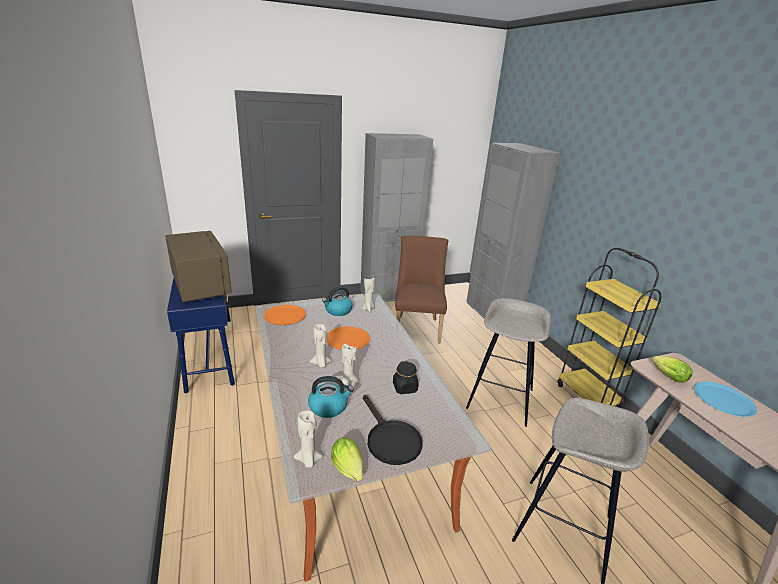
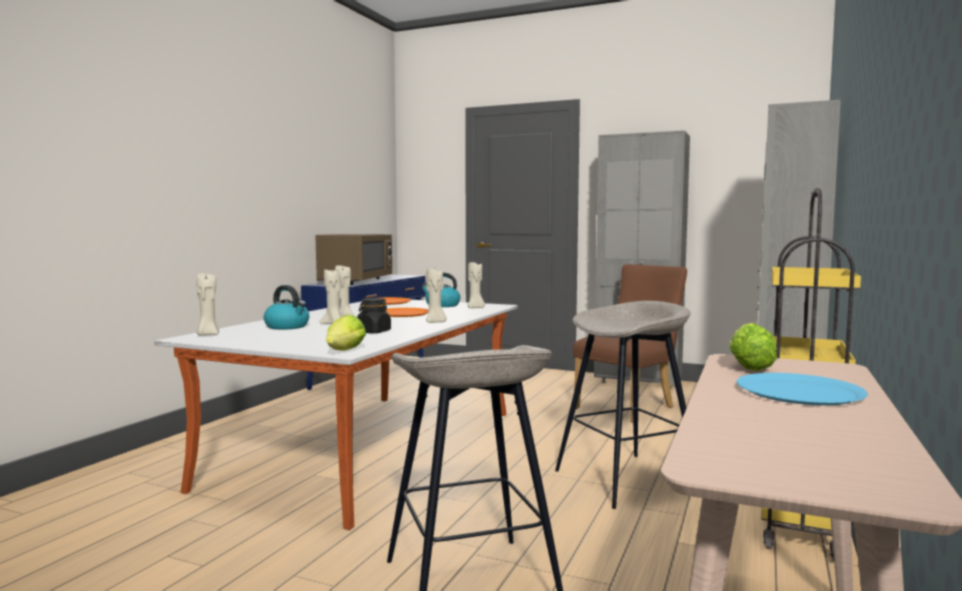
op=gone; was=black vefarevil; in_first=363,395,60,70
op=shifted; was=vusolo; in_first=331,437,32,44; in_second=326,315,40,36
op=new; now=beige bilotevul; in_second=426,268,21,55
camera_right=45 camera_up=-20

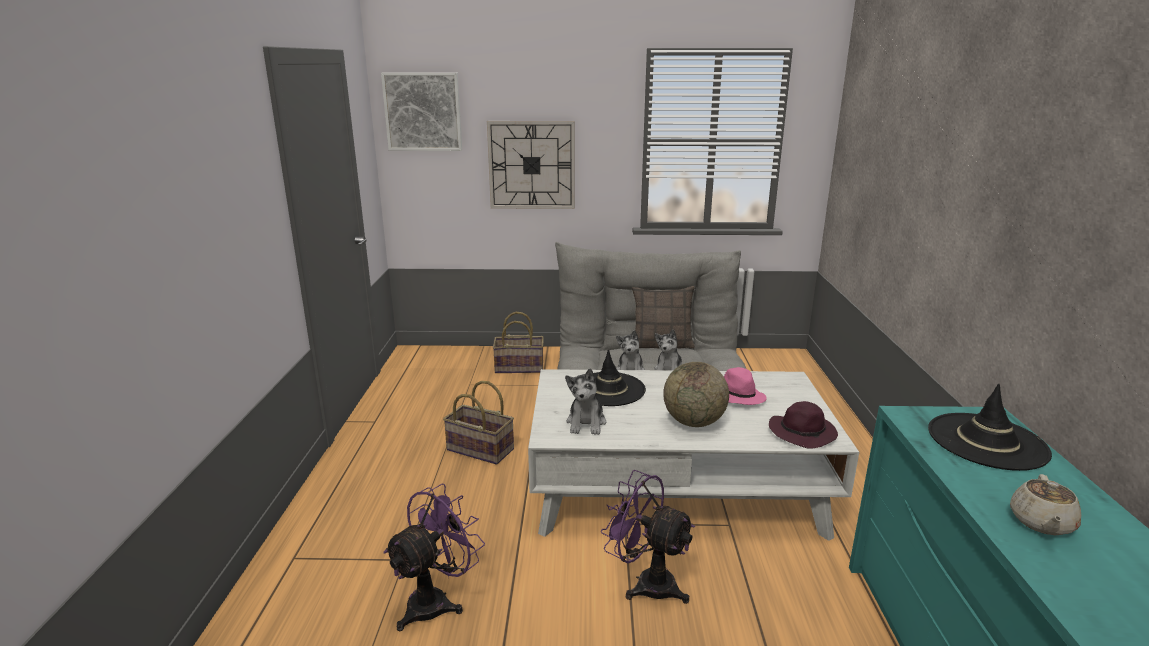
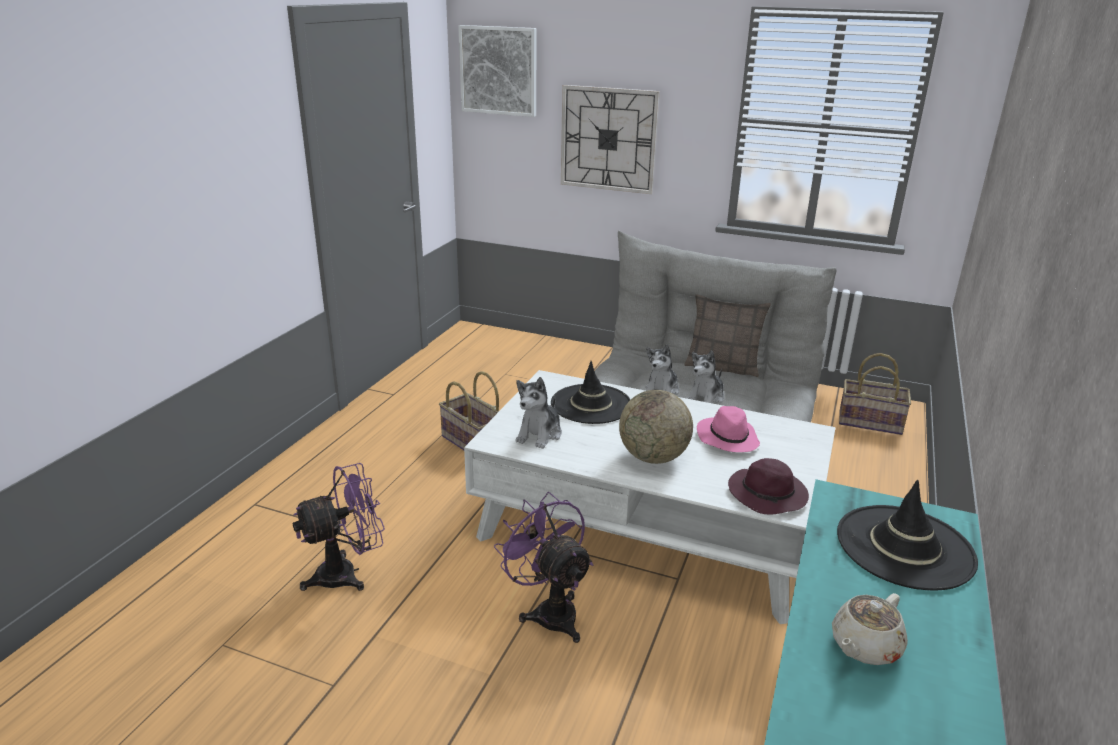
op=shifted; was=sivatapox; in_first=493,312,51,61; in_second=839,353,72,82
camera_right=20 camera_up=5

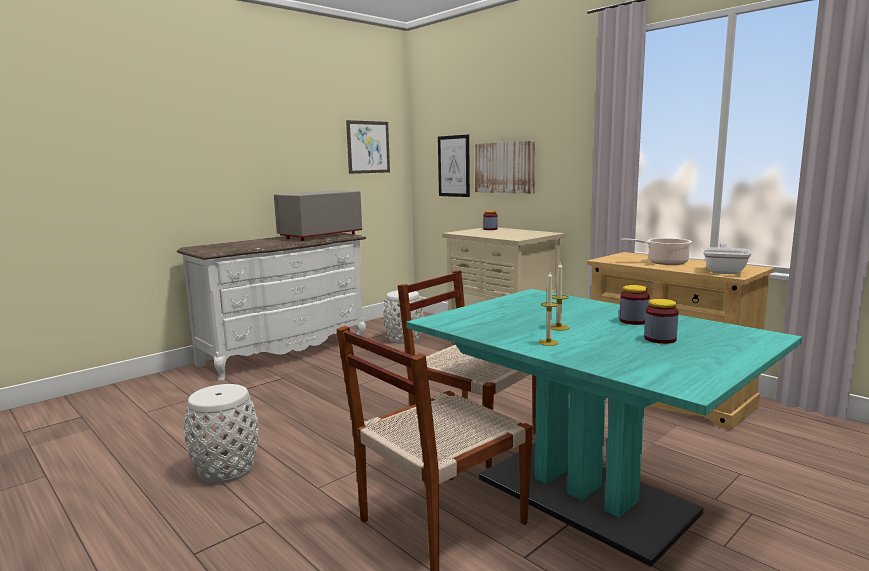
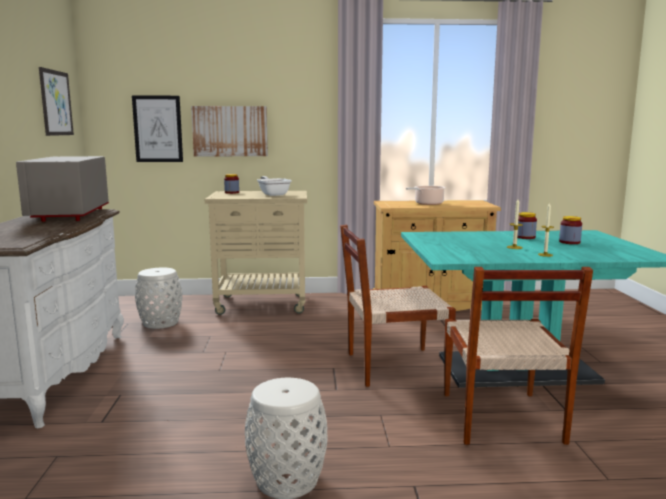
op=shifted; was=vefarevil; in_first=702,243,50,31; in_second=257,176,35,20
camera_right=-50 camera_up=0

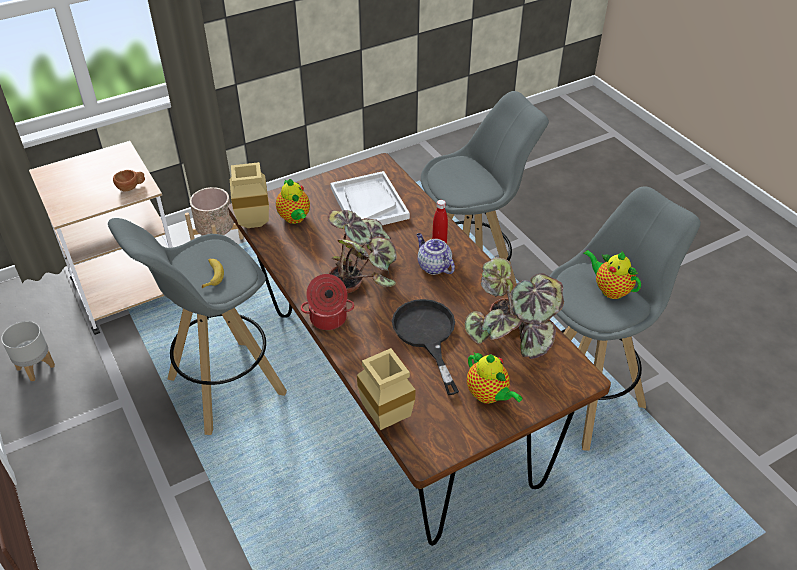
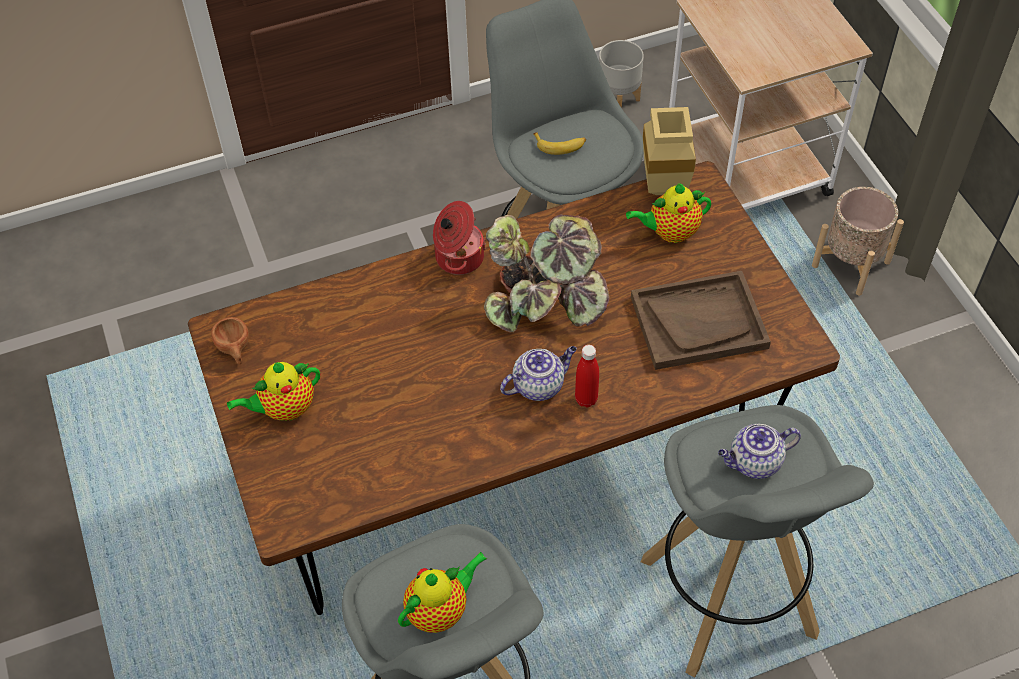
op=shifted; was=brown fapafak; in_first=113,170,32,21; in_second=211,317,38,47
op=repainted; was=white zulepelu; now=brown zulepelu; in_first=330,171,80,54; in_second=631,271,140,99
op=gone; was=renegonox; in_first=464,257,100,102
op=gone; was=black vefarevil; in_first=392,299,67,96
op=gone; was=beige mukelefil; in_first=357,348,59,82
op=new; now=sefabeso; in_second=718,424,83,55
camera_right=100 camera_up=10

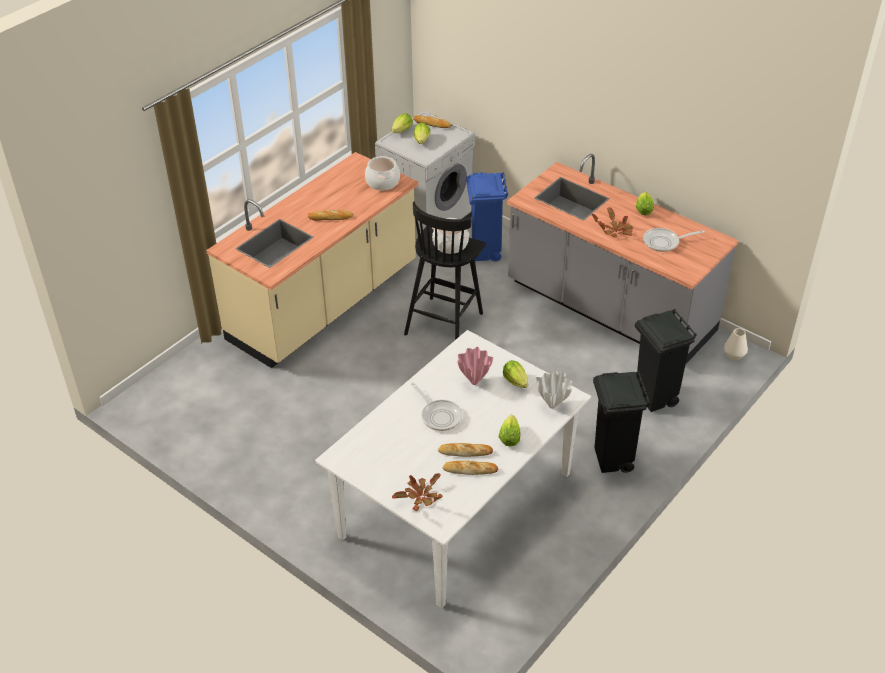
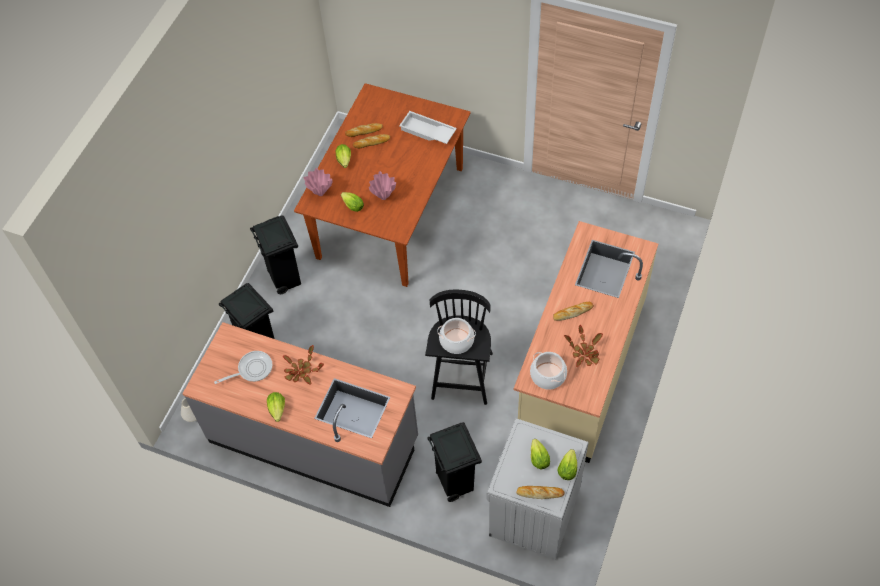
op=repainted; was=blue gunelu; now=black gunelu; in_first=466,172,42,90; in_second=427,422,55,80
op=repainted; was=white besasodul; now=brown besasodul; in_first=315,330,276,278; in_second=294,83,177,204
op=repainted; was=white mukelefil; now=pink mukelefil; in_first=536,370,36,39; in_second=304,168,29,28
op=gone; was=vefarevil; in_first=411,382,51,49
op=shifted; was=renegonox; in_first=392,473,51,38; in_second=564,325,39,42
op=new; now=white zulepelu; in_second=399,111,58,33
camera_right=165 camera_up=15

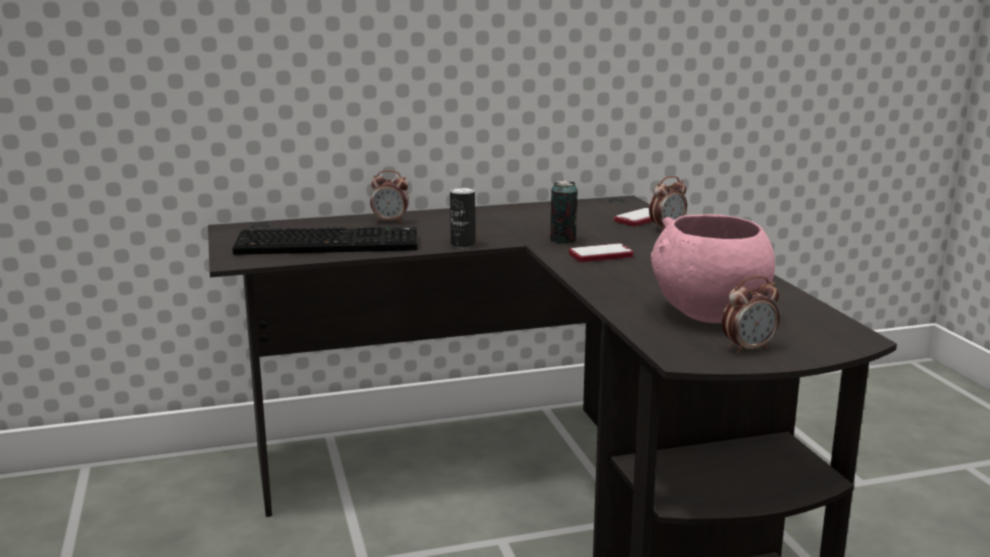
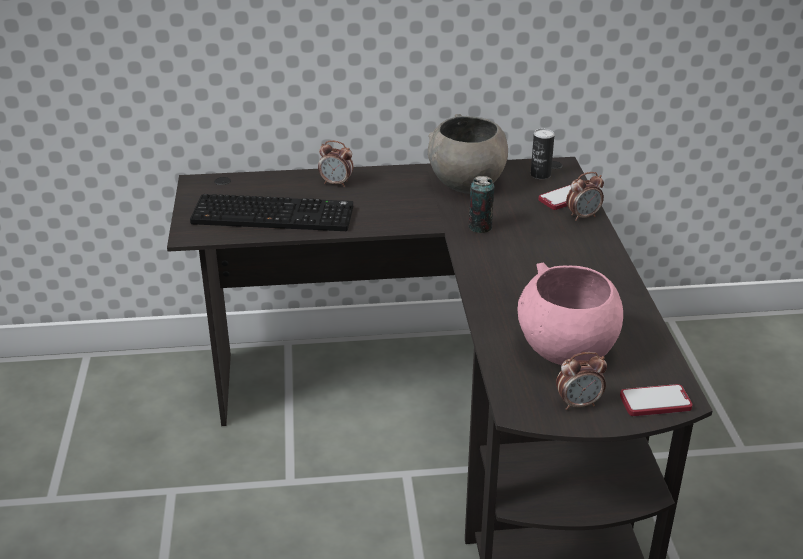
op=shifted; was=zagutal; in_first=450,187,25,61; in_second=531,129,24,50
op=shifted; was=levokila; in_first=569,243,65,19; in_second=620,384,73,32
op=new; now=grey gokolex; in_second=428,114,80,80
camera_right=10 camera_up=15

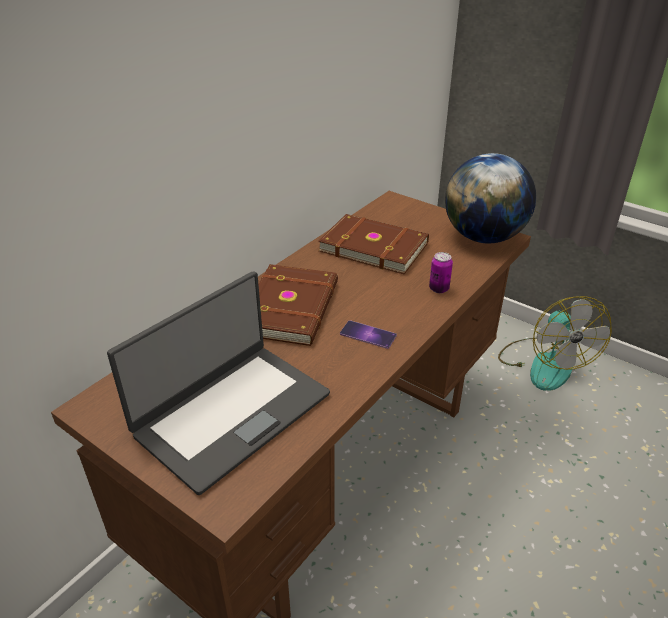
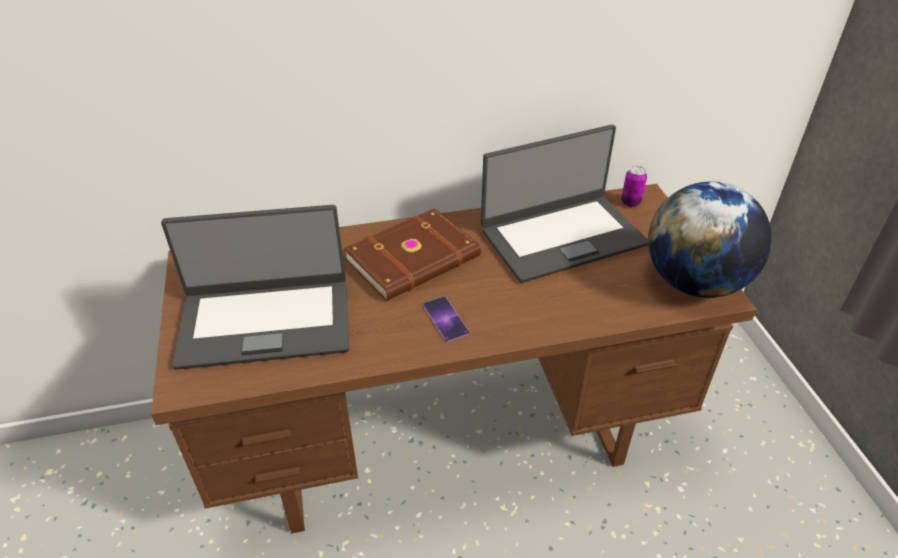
op=swapped; was=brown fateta; now=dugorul; in_first=318,214,111,60; in_second=481,125,167,158
op=shifted; was=zagutal; in_first=429,252,24,41; in_second=621,166,26,41
op=gone; was=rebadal; in_first=498,296,114,95
camera_right=40 camera_up=5

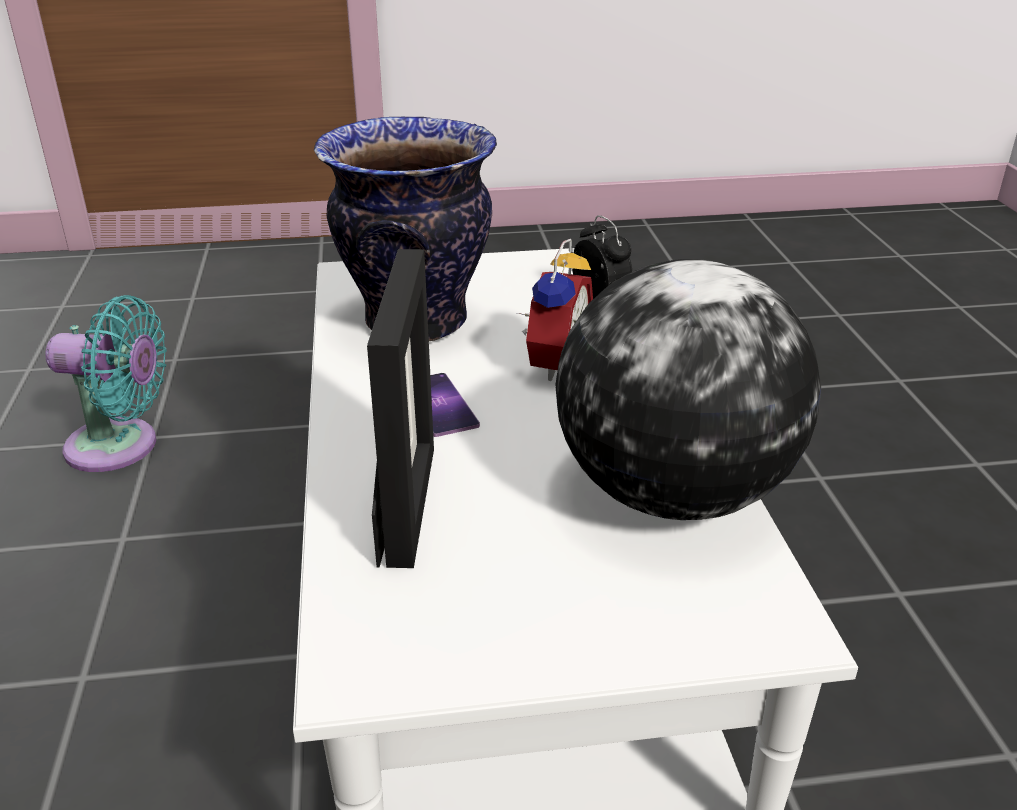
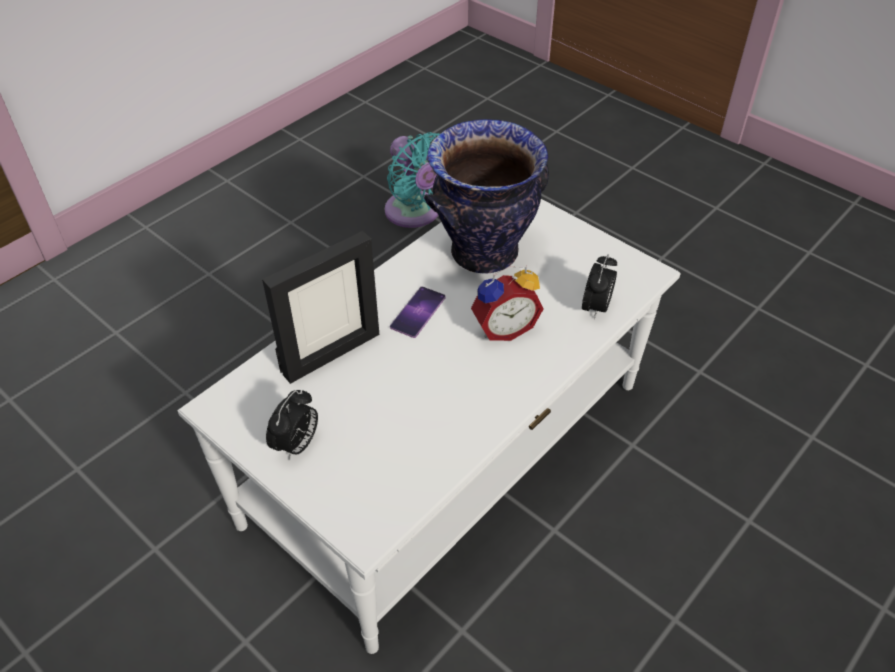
op=gone; was=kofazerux; in_first=555,259,266,261
op=new; now=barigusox; in_second=266,390,52,70
camera_right=50 camera_up=15

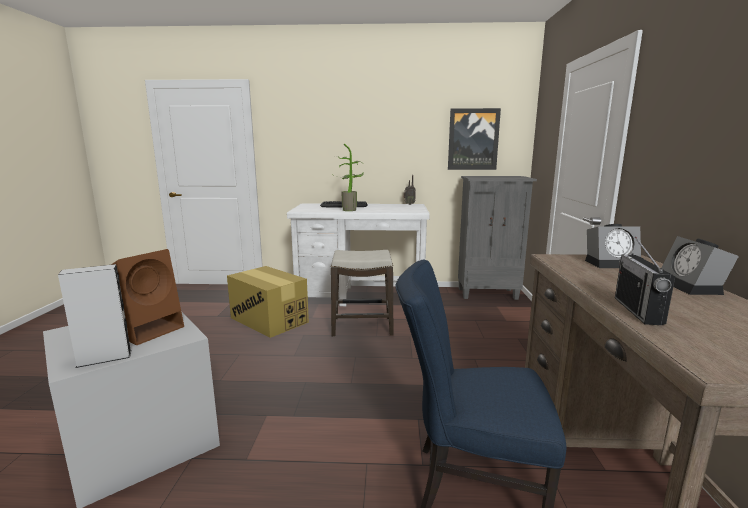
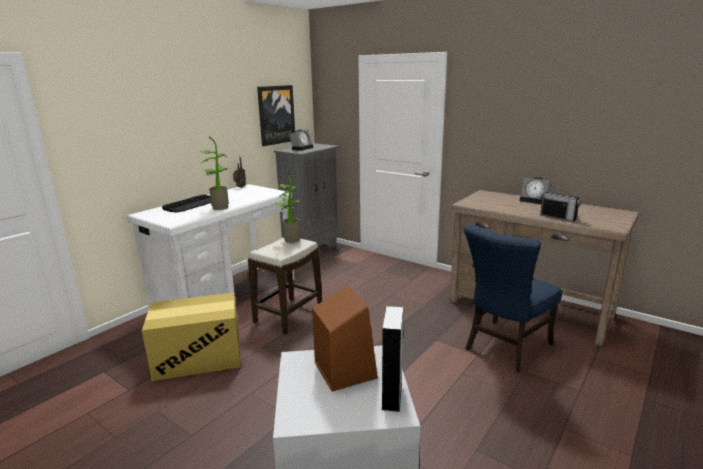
op=shifted; was=barigusox; in_first=585,224,56,44; in_second=289,129,24,22
op=new; now=renegonox; in_second=275,171,25,72
camera_right=-55 camera_up=5

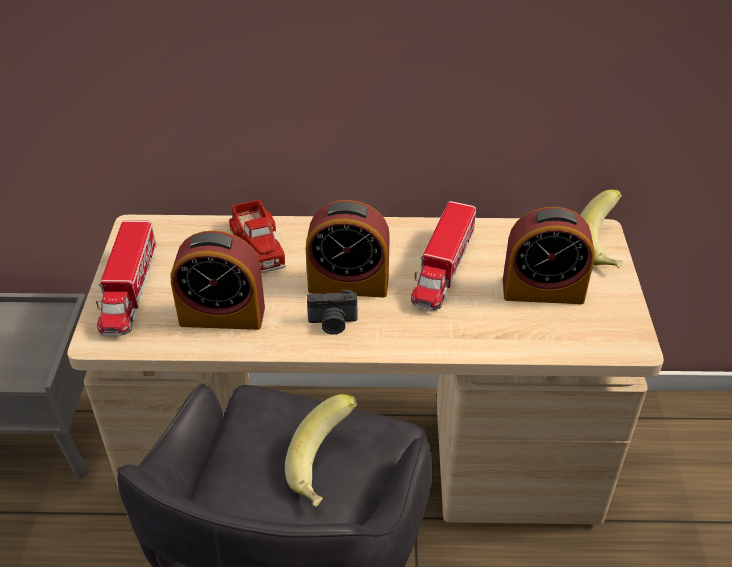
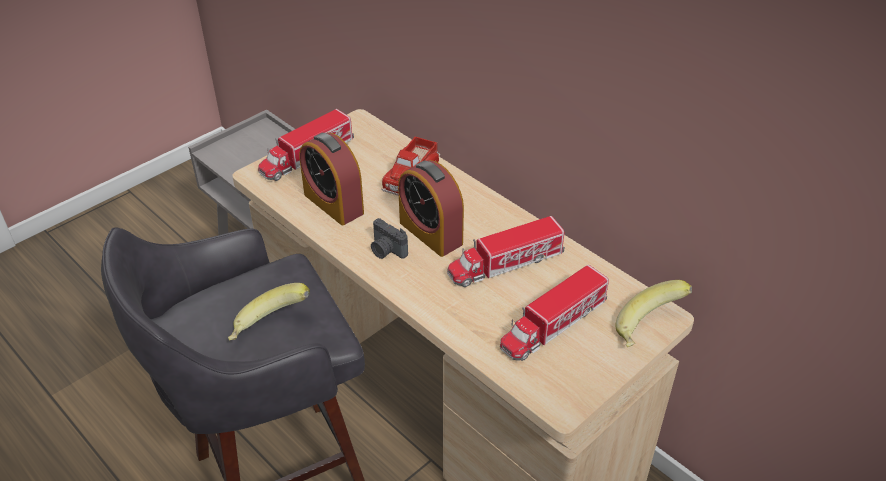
op=swapped; was=barigusox; now=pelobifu; in_first=503,207,92,97; in_second=500,265,109,96
camera_right=45 camera_up=0

